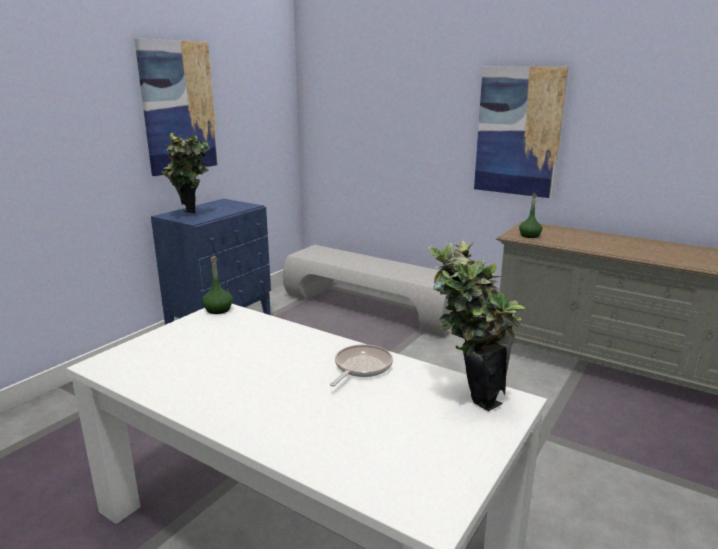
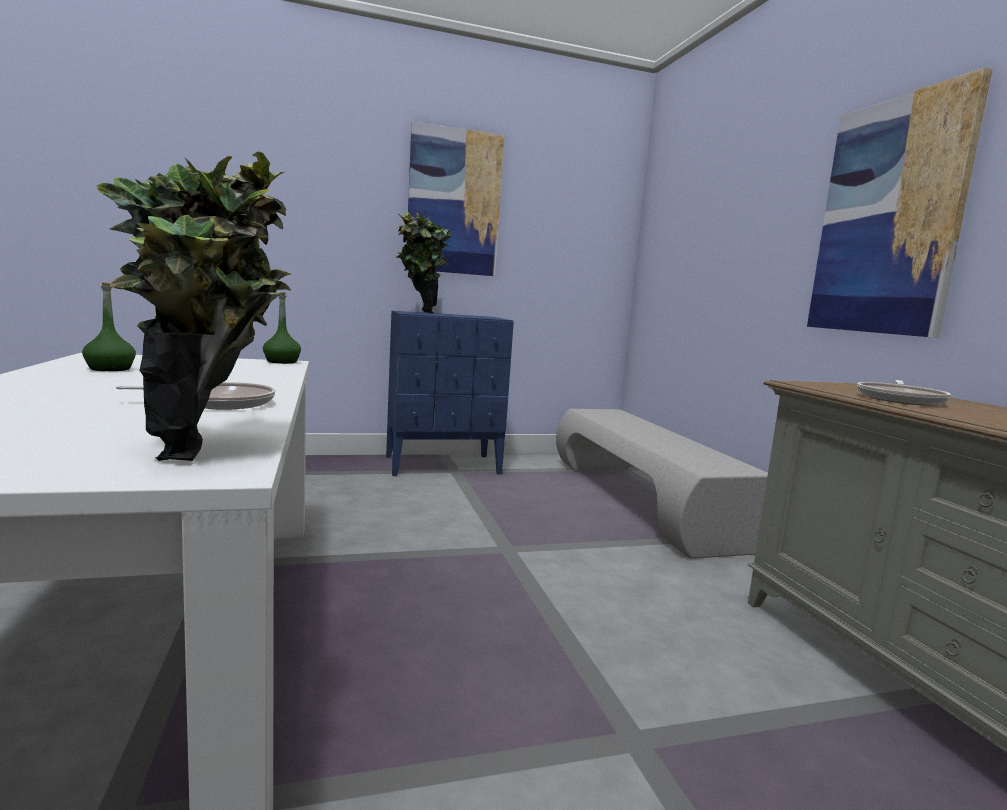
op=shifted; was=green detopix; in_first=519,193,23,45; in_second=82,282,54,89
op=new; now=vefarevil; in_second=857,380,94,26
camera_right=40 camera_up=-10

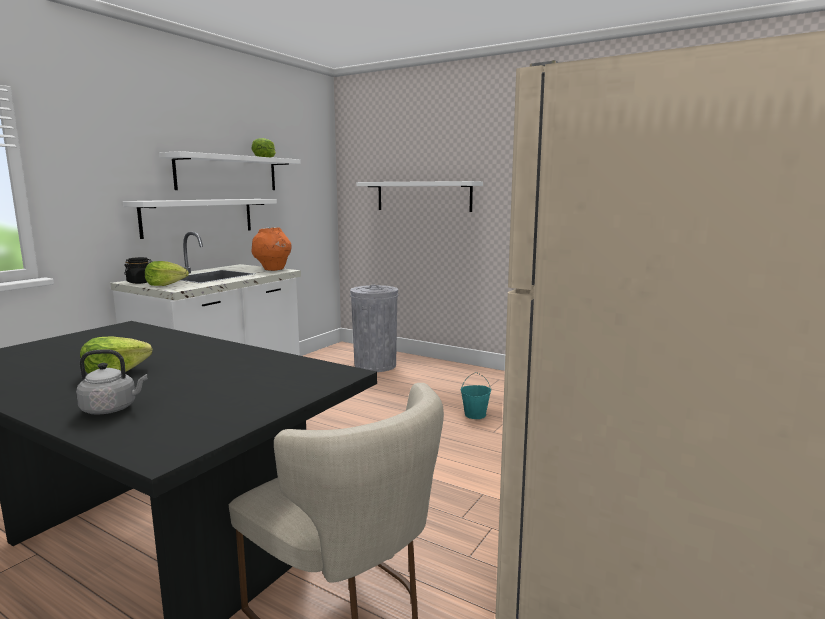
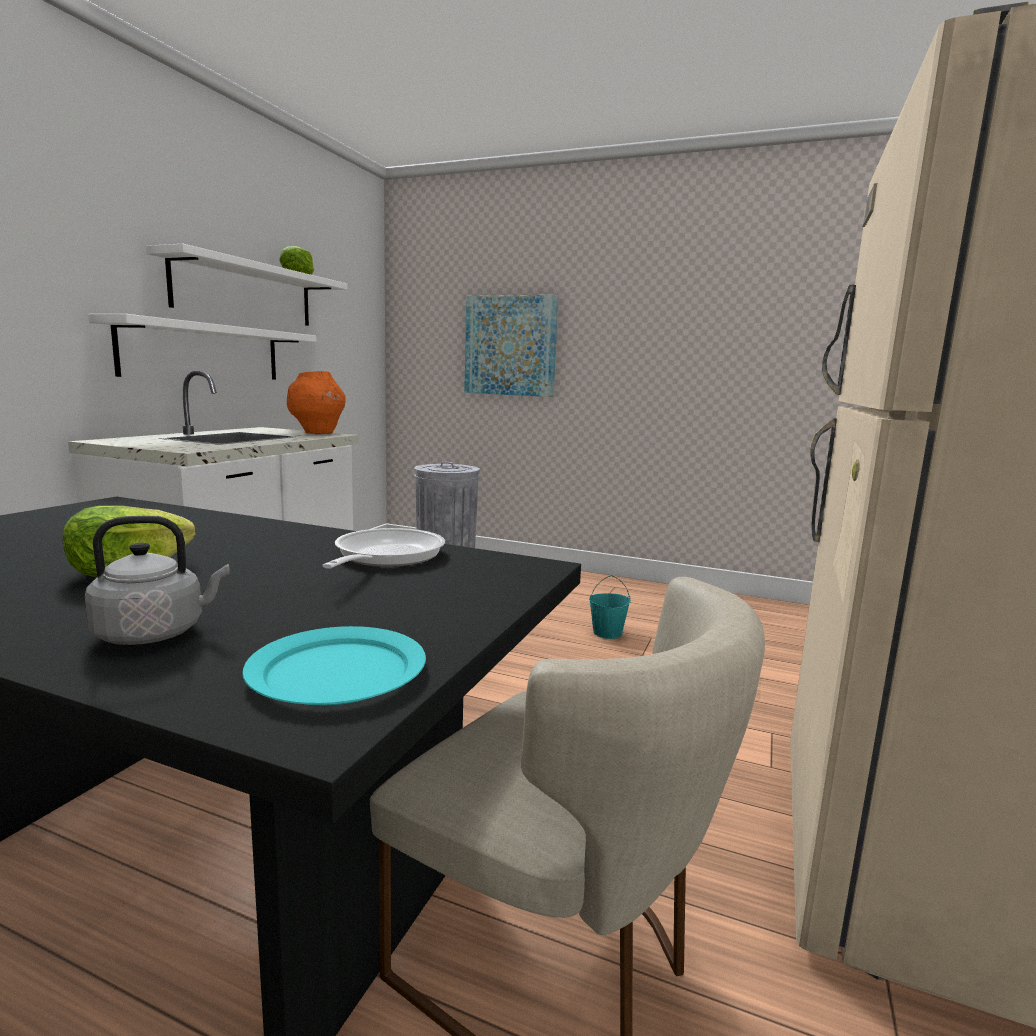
op=swapped; was=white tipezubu; now=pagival; in_first=356,181,127,31; in_second=464,295,94,102
op=gone; was=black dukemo; in_first=124,257,28,27
op=gone; was=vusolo; in_first=145,261,44,25
op=new; now=vefarevil; in_second=322,528,123,41
op=new; now=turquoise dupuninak; in_second=242,626,184,79
camera_right=-10 camera_up=0

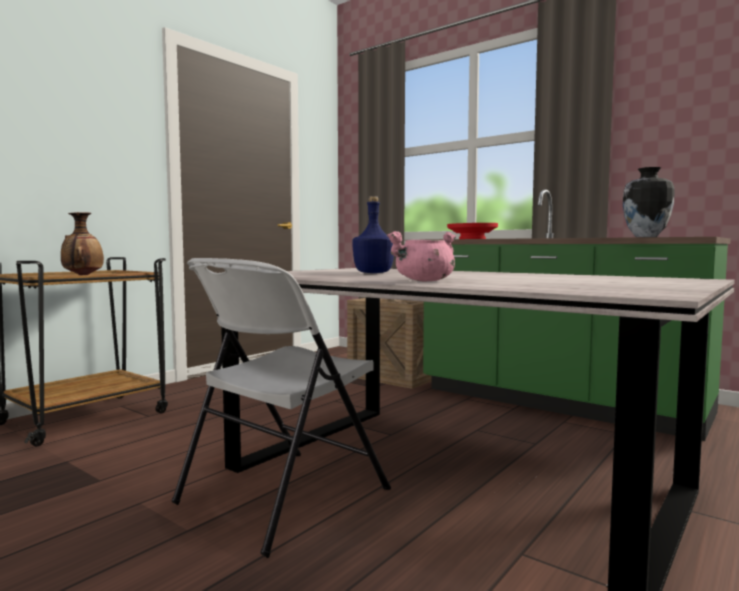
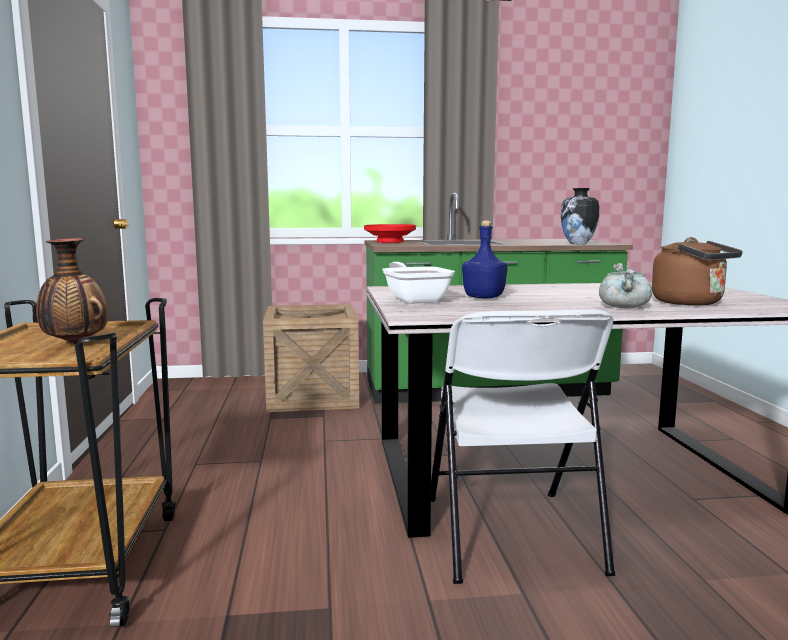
op=repainted; was=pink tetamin; now=grey tetamin; in_first=387,231,69,50; in_second=599,263,53,45
op=new; now=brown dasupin; in_second=652,237,91,69
op=new; now=vefarevil; in_second=382,262,73,42
camera_right=-45 camera_up=5

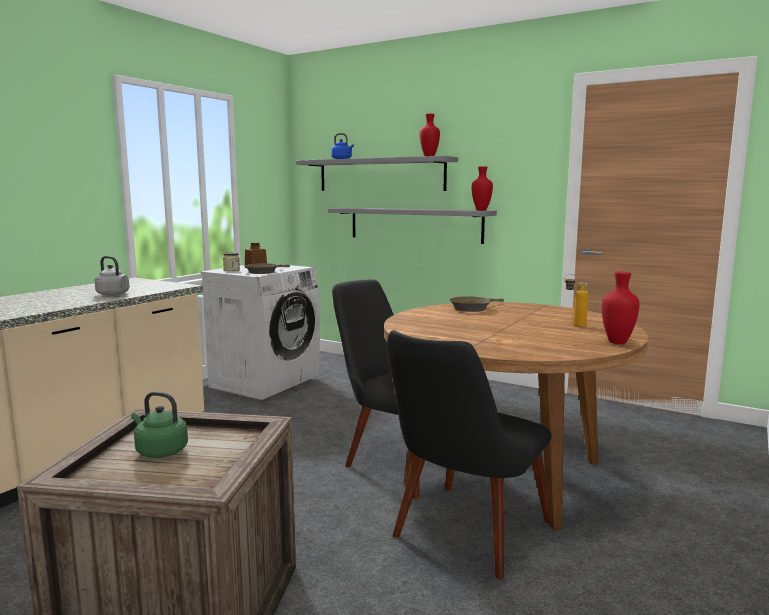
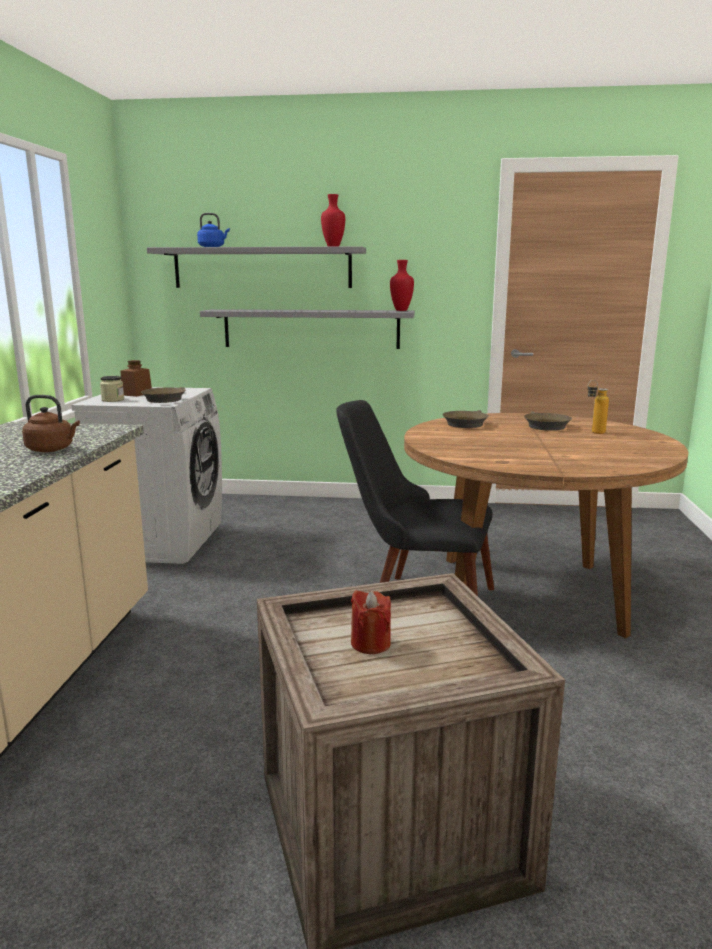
op=repainted; was=grey dasupin; now=brown dasupin; in_first=95,256,35,40; in_second=22,395,58,57
op=gone; was=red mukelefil; in_first=602,271,38,73
op=gone; was=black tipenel; in_first=387,330,165,249
op=swapped; was=green dasupin; now=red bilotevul; in_first=131,392,57,66; in_second=351,590,40,64
op=new; now=brown vefarevil; in_second=524,411,48,20
camera_right=-25 camera_up=5

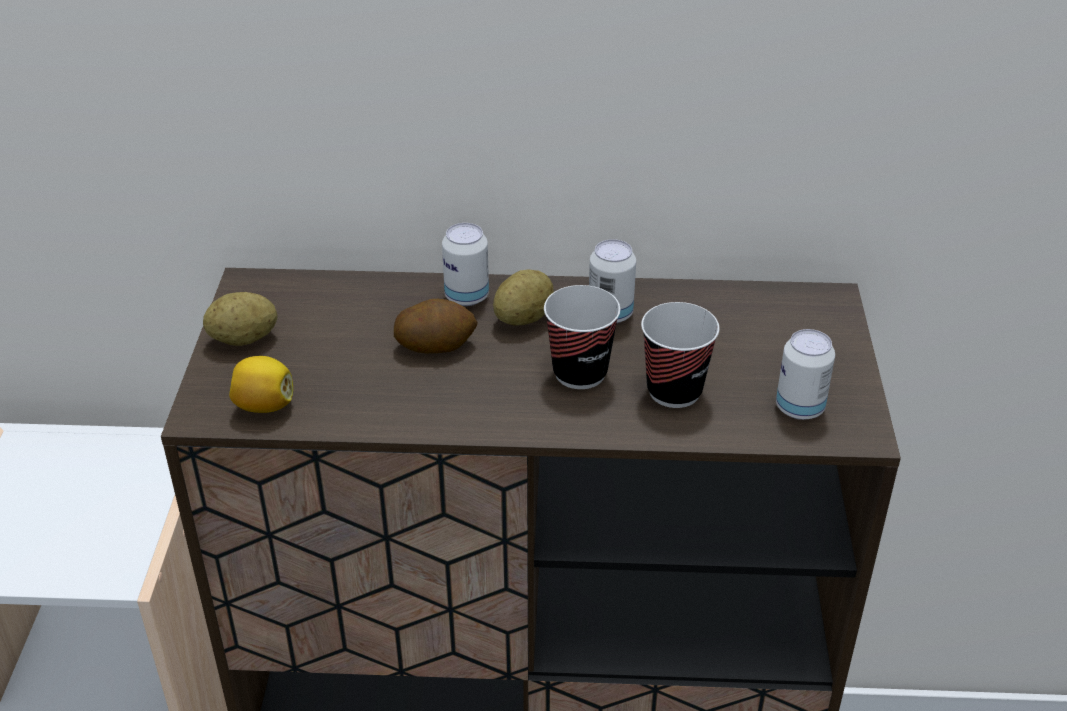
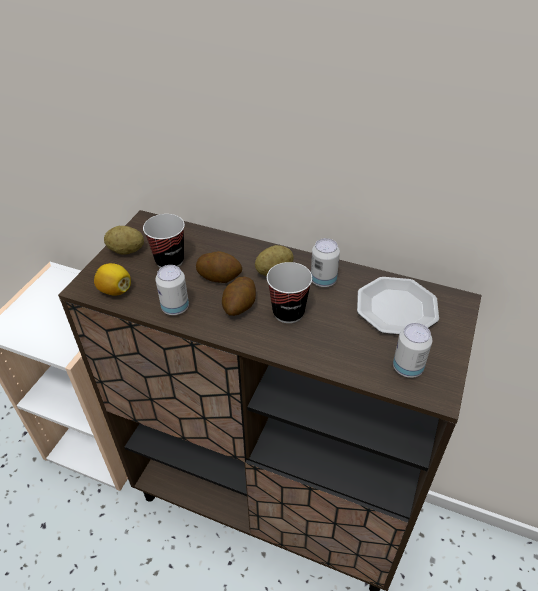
op=shifted; was=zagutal; in_first=442,223,47,83; in_second=155,265,34,50
op=shifted; was=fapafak; in_first=641,302,79,106; in_second=143,214,42,54
op=new; now=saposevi; in_second=222,277,34,39
op=new; now=dupuninak; in_second=357,277,82,58
camera_right=20 camera_up=5

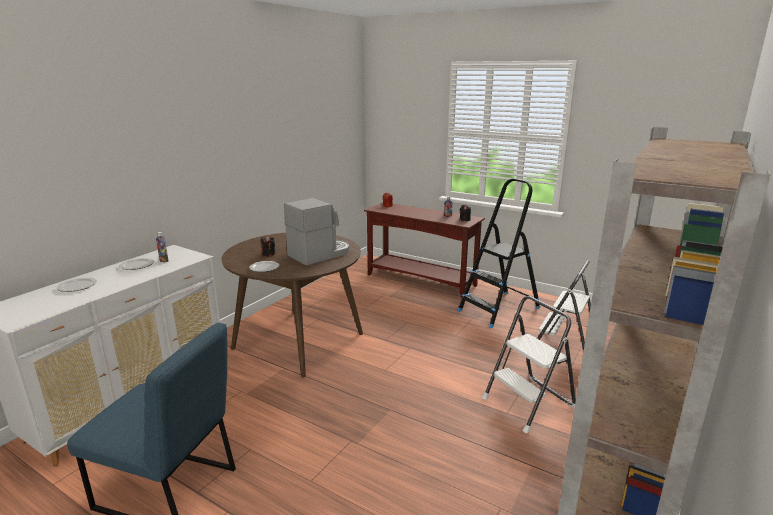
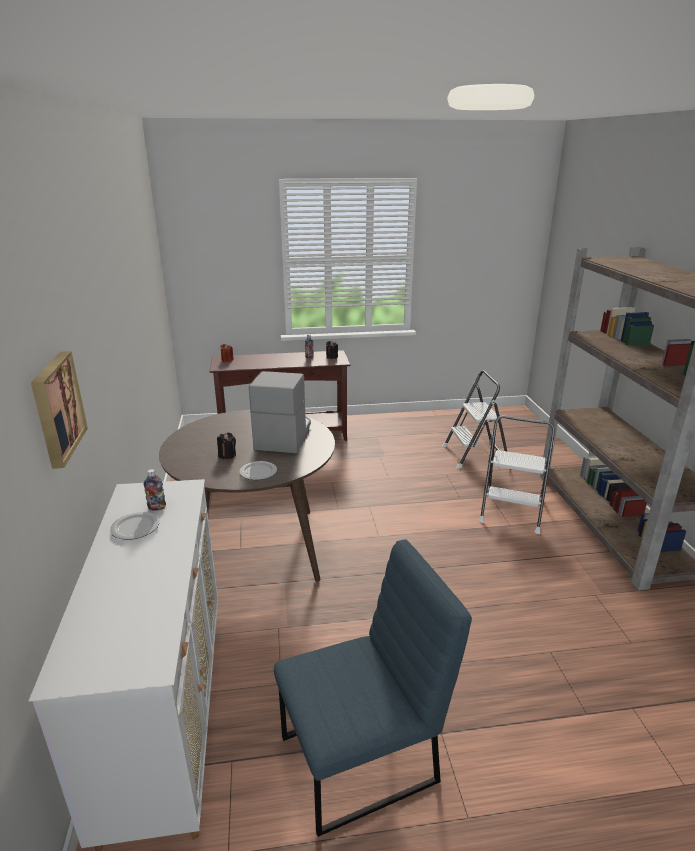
op=gone; was=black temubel; in_first=458,179,82,149
op=gone; was=dupuninak; in_first=57,277,40,15
op=new; now=pagival; in_second=31,351,57,118
camera_right=-40 camera_up=5

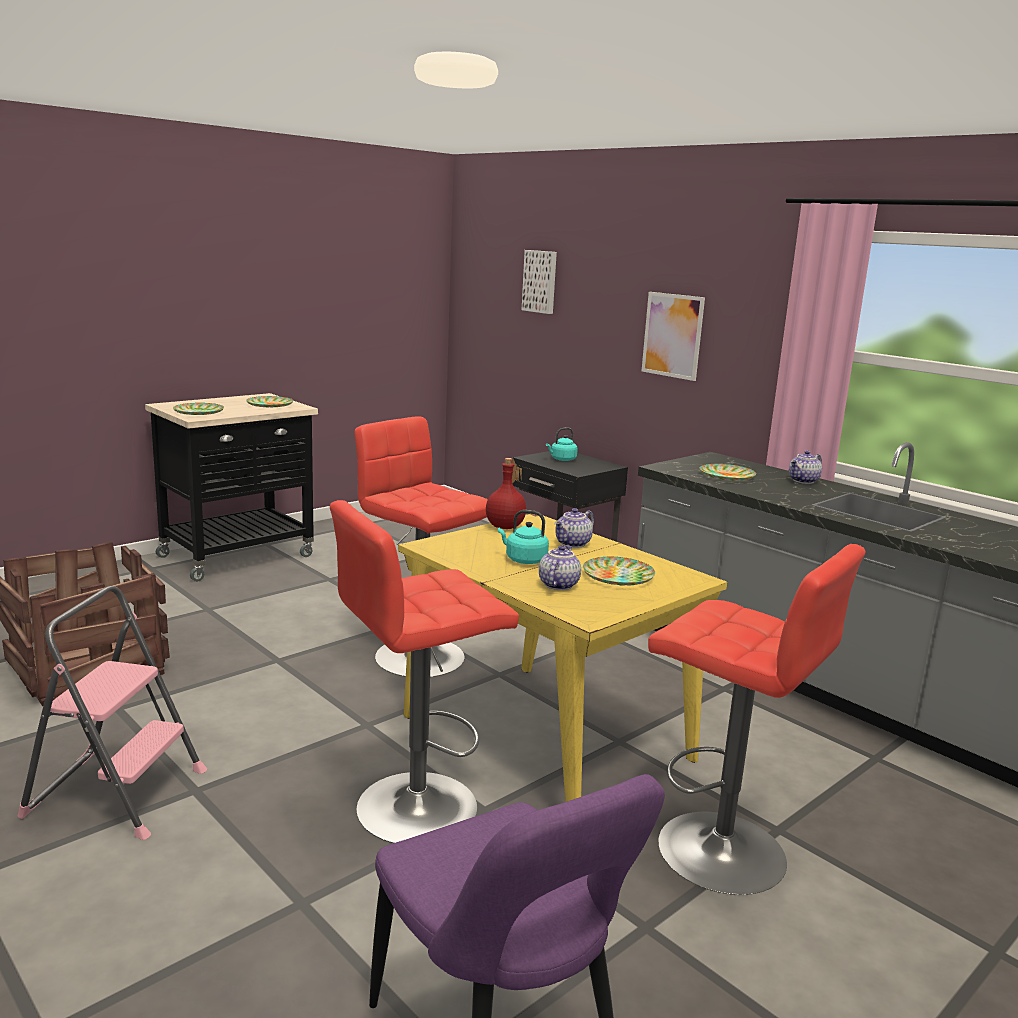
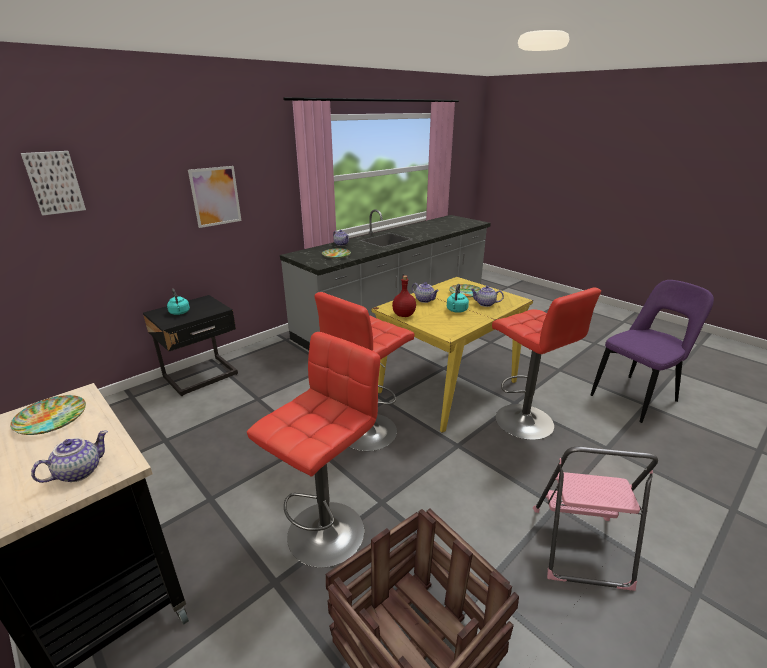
op=swapped; was=dupuninak; now=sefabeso; in_first=173,403,51,12; in_second=31,430,77,53
op=shifted; was=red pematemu; in_first=648,544,218,351; in_second=247,332,133,236
camera_right=-90 camera_up=10

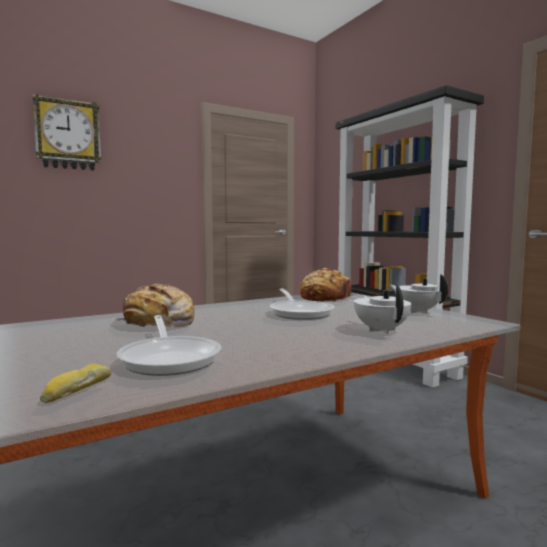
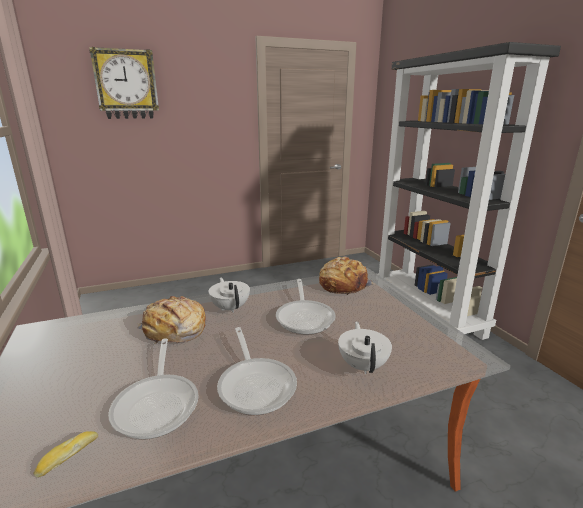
op=shifted; was=white sefabeso; in_first=390,274,58,40; in_second=209,278,41,35
op=new; now=vefarevil; in_second=217,327,80,88
camera_right=10 camera_up=15

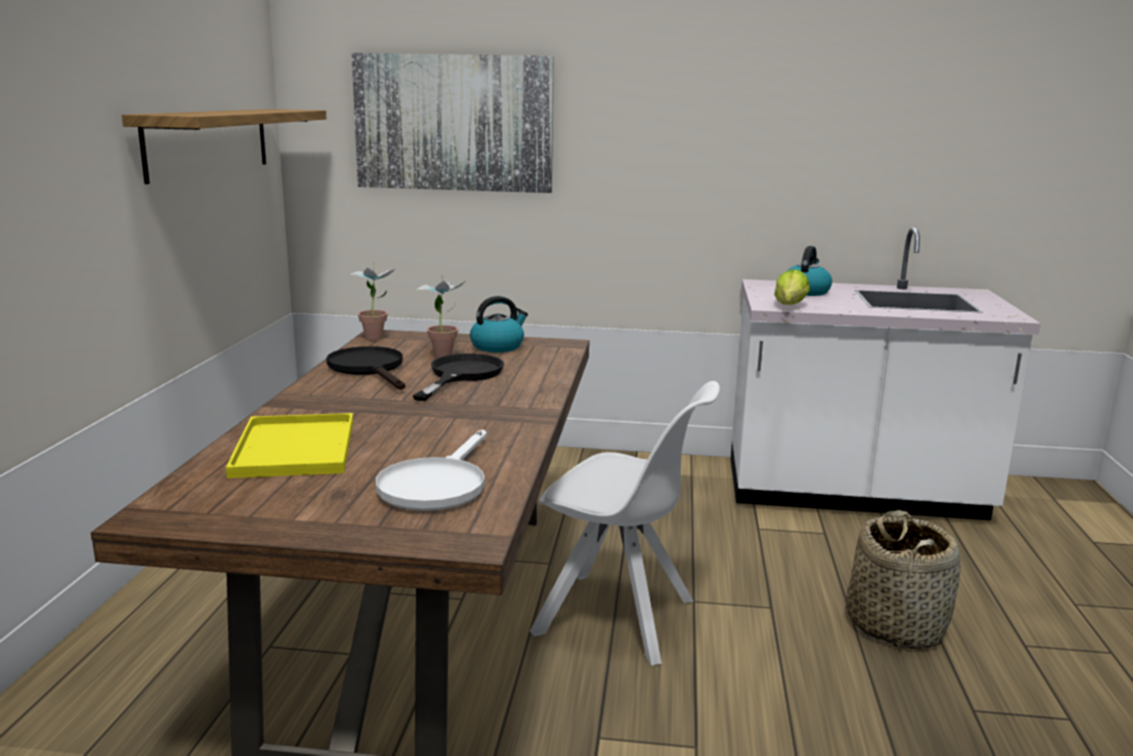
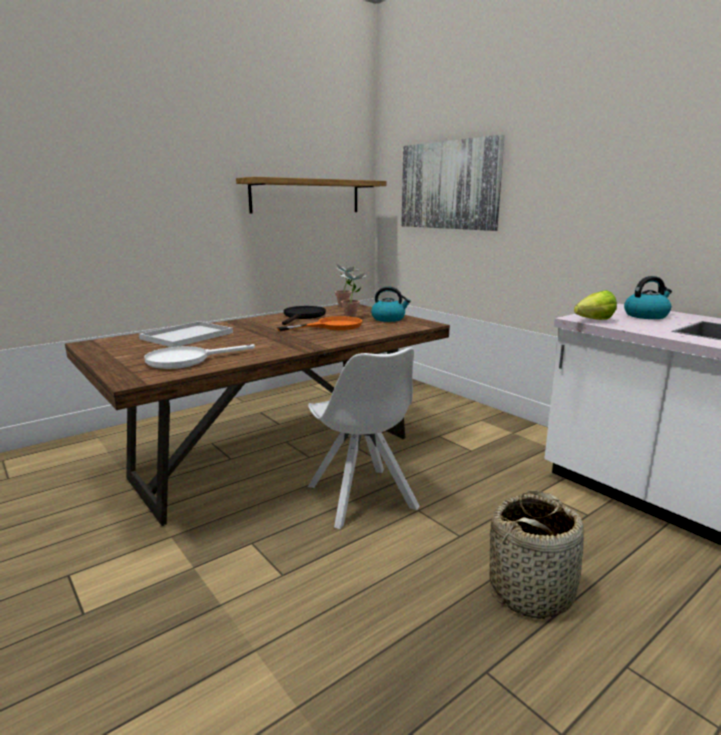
op=repainted; was=black vefarevil; now=orange vefarevil; in_first=413,353,91,48; in_second=277,316,85,16
op=repainted; was=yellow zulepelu; now=white zulepelu; in_first=226,413,127,65; in_second=139,321,94,26
camera_right=45 camera_up=0

